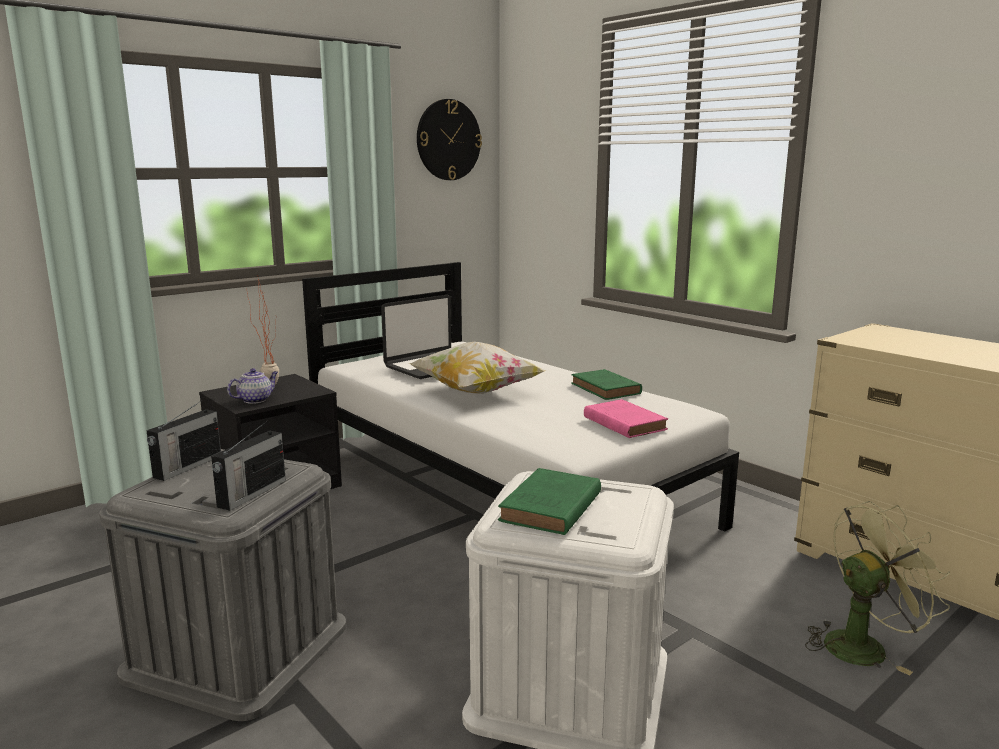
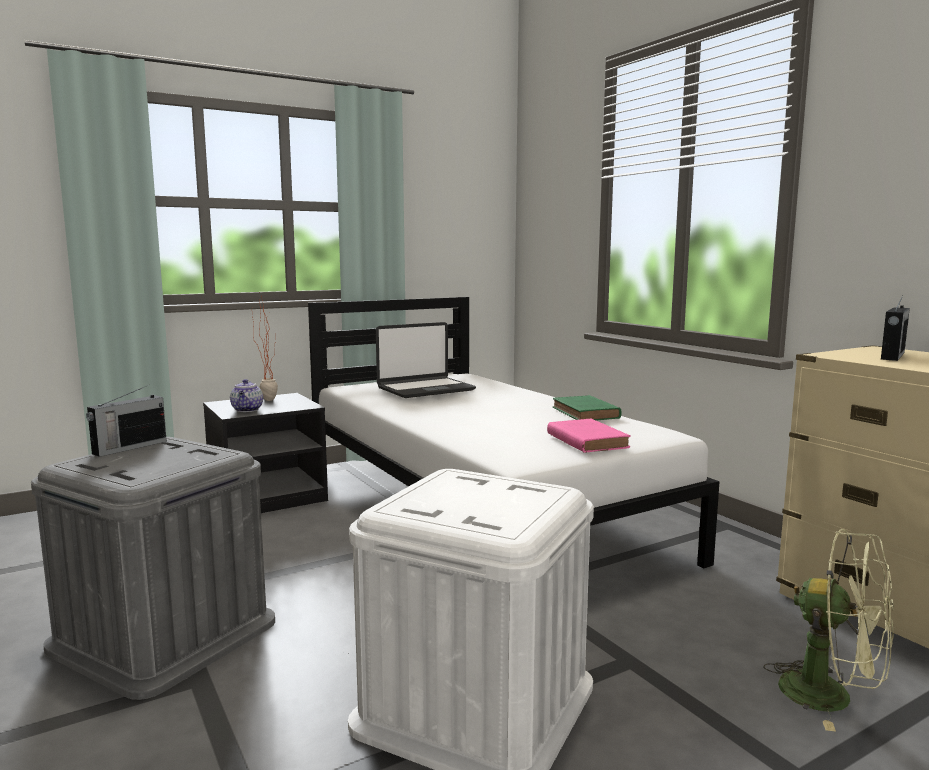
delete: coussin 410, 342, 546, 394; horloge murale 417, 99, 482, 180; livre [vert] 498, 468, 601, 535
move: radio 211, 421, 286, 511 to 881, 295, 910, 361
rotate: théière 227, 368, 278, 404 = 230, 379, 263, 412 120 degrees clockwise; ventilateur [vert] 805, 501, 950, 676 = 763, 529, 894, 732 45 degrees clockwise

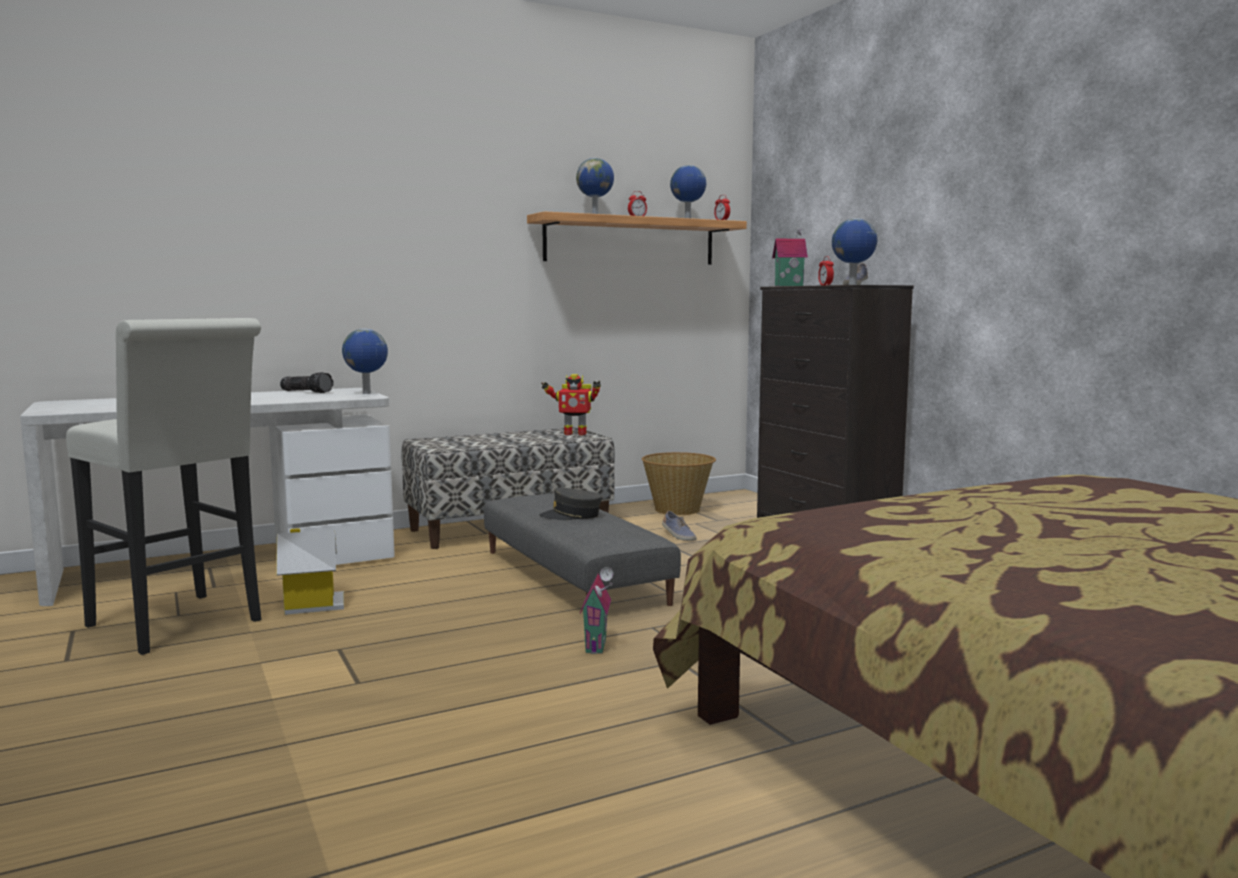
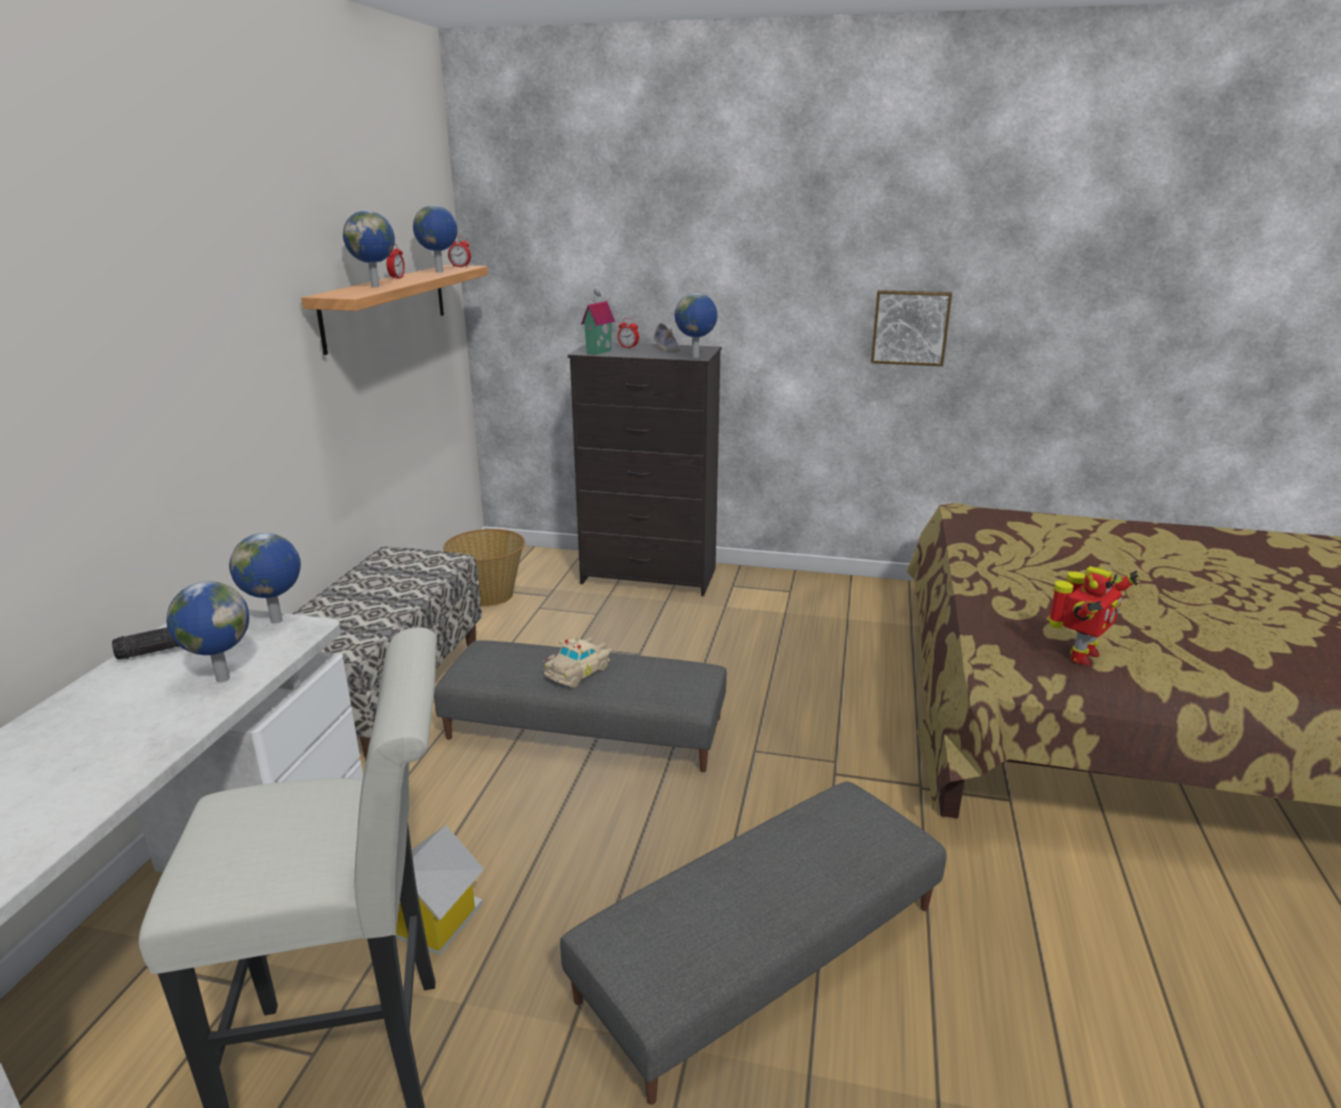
delete: maison miniature 580, 567, 613, 654; chaussure 662, 511, 697, 541
insert: globe 166, 581, 249, 683; pouf [gris] 560, 781, 947, 1105; tableau 871, 290, 952, 366
move: robot jouet 541, 374, 601, 435 to 1048, 566, 1138, 666
replace: casquette [gris] 539, 488, 603, 520 to petite voiture [beige] 543, 637, 612, 688

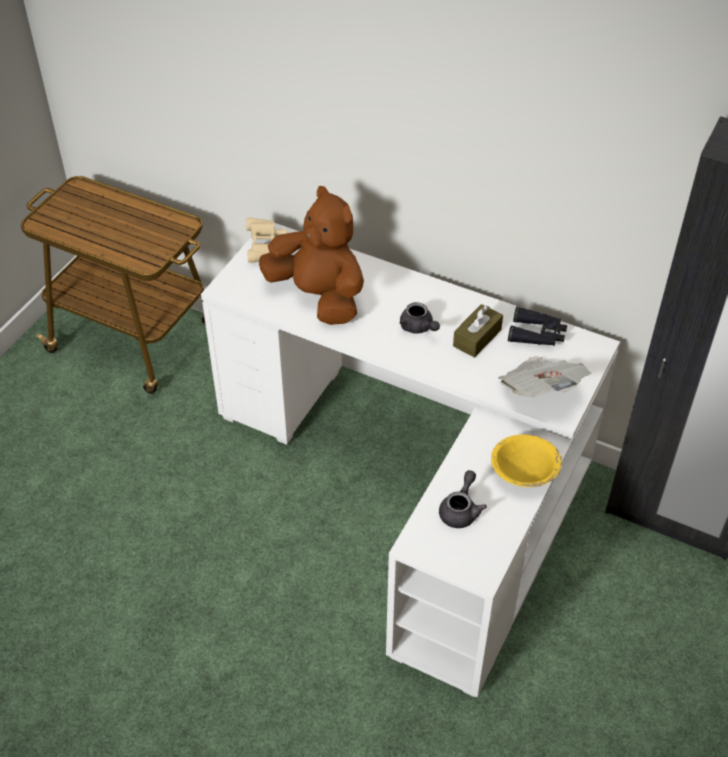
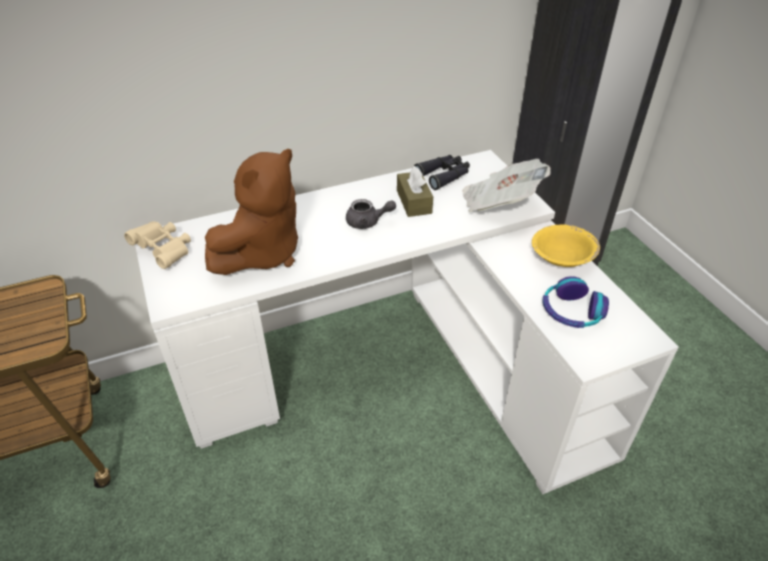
replace: théière [gris] 439, 470, 487, 528 to casque audio 542, 276, 609, 328
rotate: peluche [marron] 259, 186, 364, 325 = 205, 149, 298, 275 135 degrees clockwise

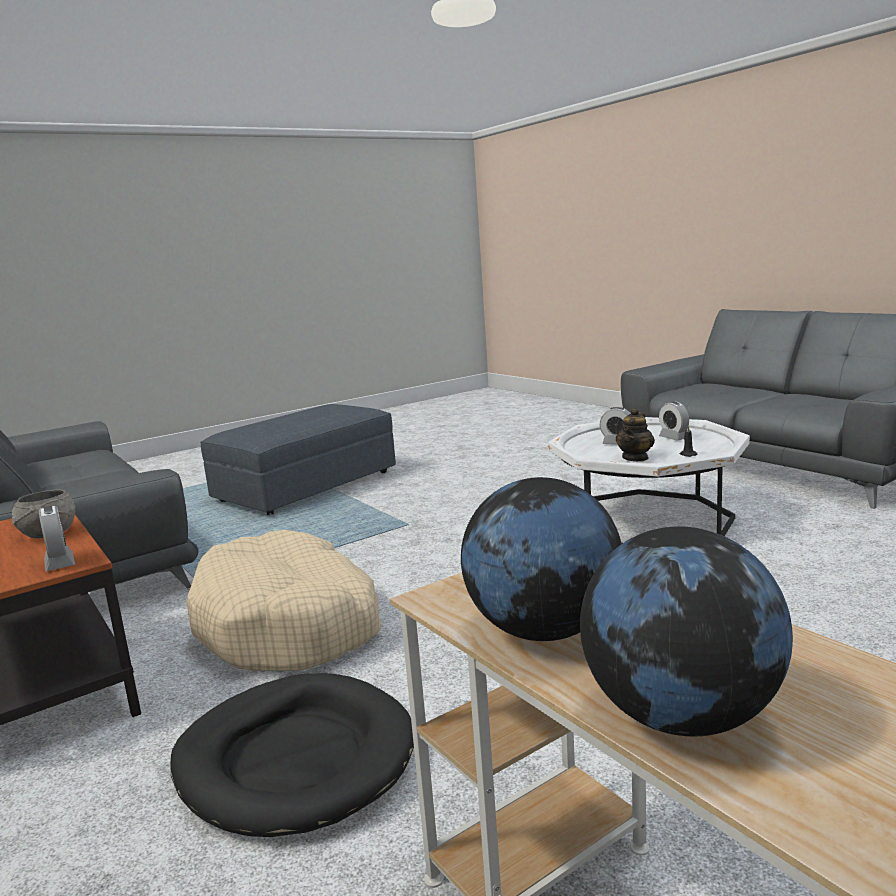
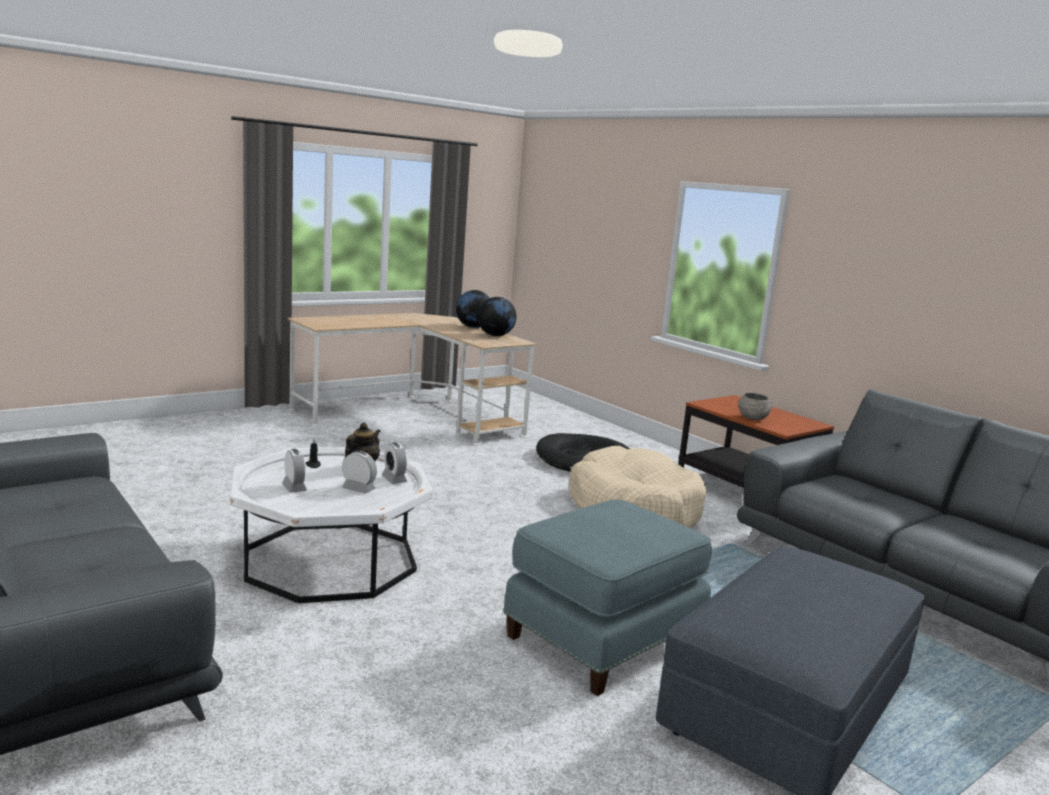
insert: pouf [bleu] 503, 499, 712, 696
move: réveil 39, 506, 75, 571 to 382, 442, 408, 484

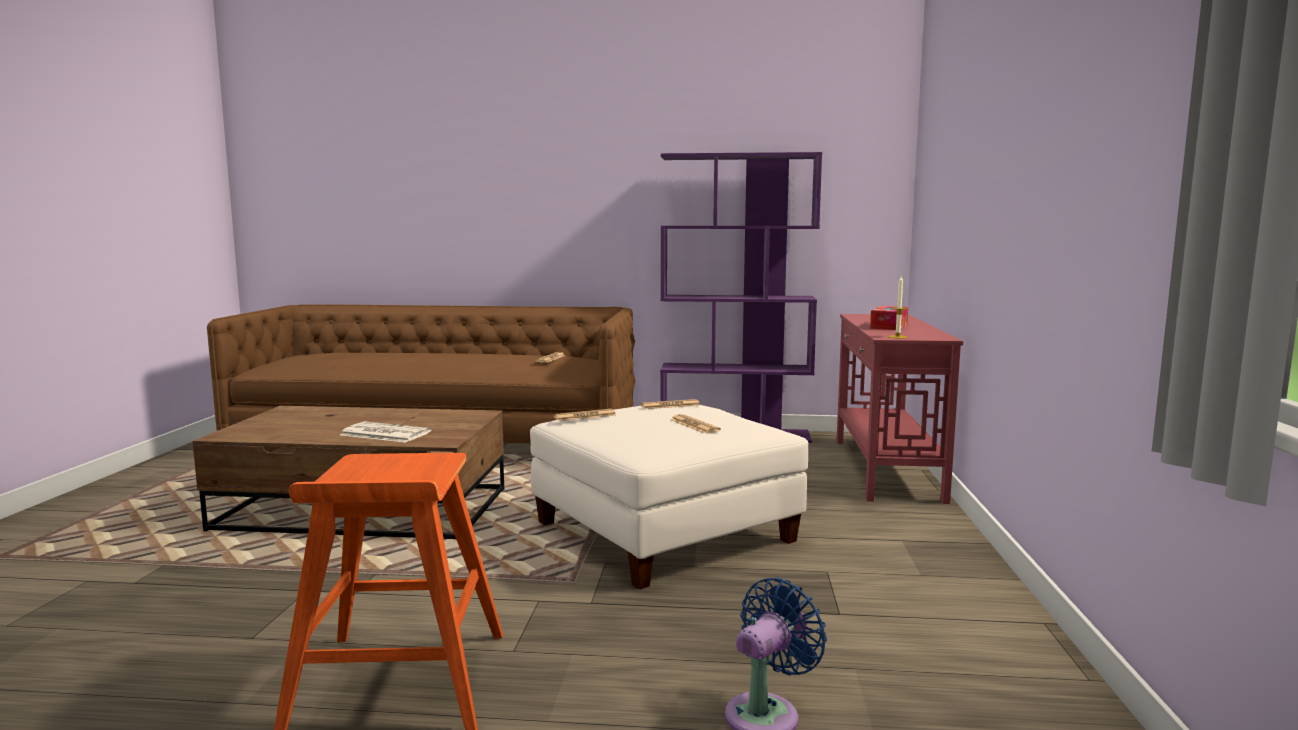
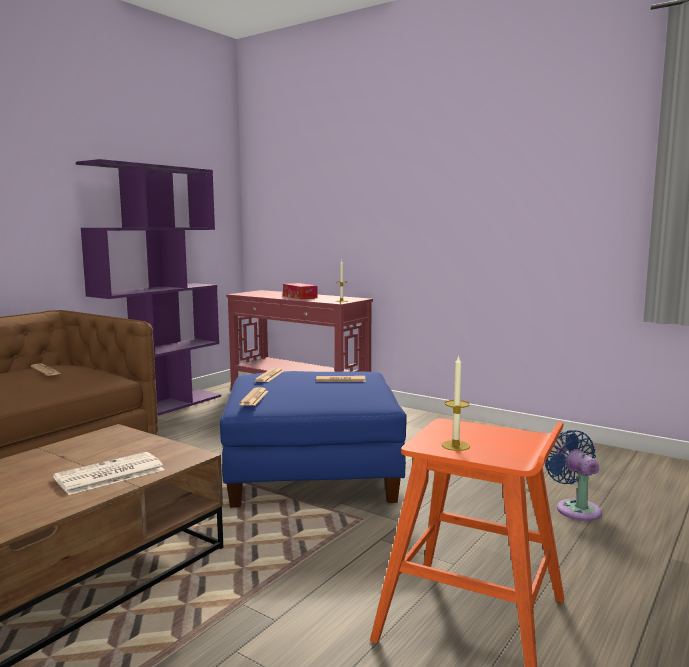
insert: bougie 442, 355, 470, 451
recolor: pouf [blanc] 530, 405, 808, 589 to pouf [bleu] 220, 371, 407, 508

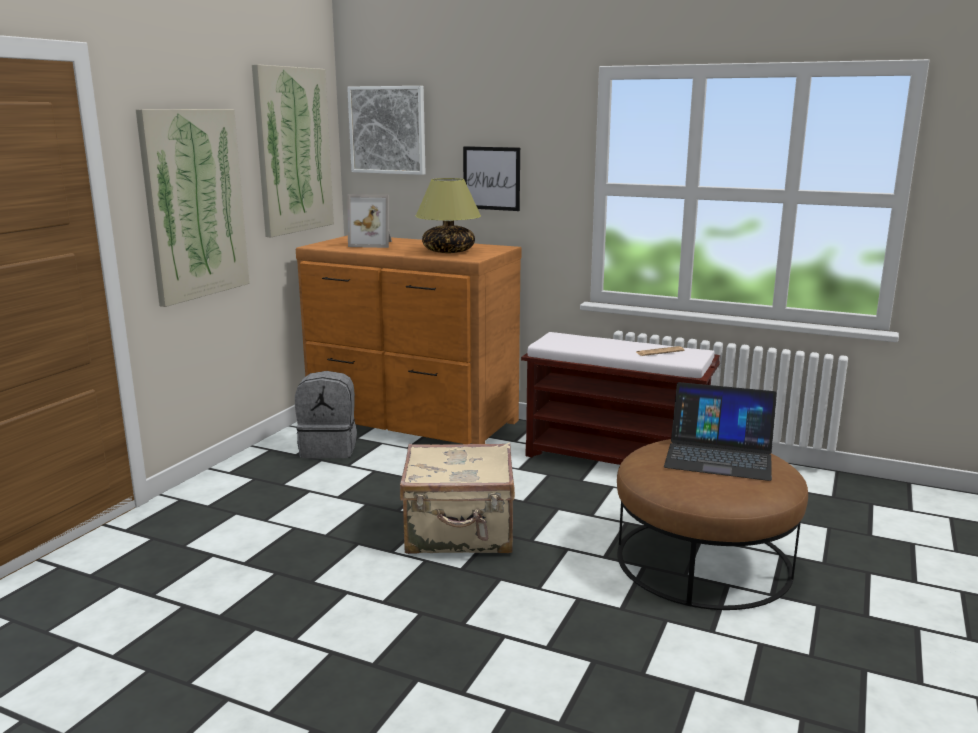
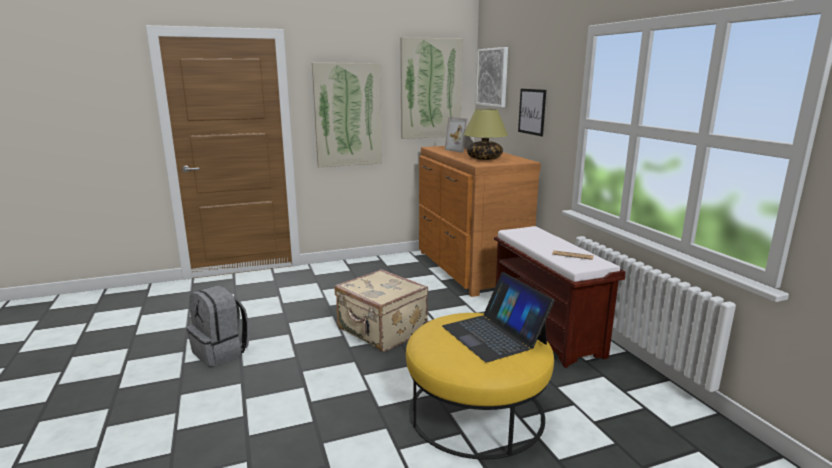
move: sac à dos [gris] 295, 371, 357, 458 to 187, 285, 249, 367
recolor: pouf [marron] 617, 439, 808, 610 to pouf [jaune] 406, 313, 554, 460

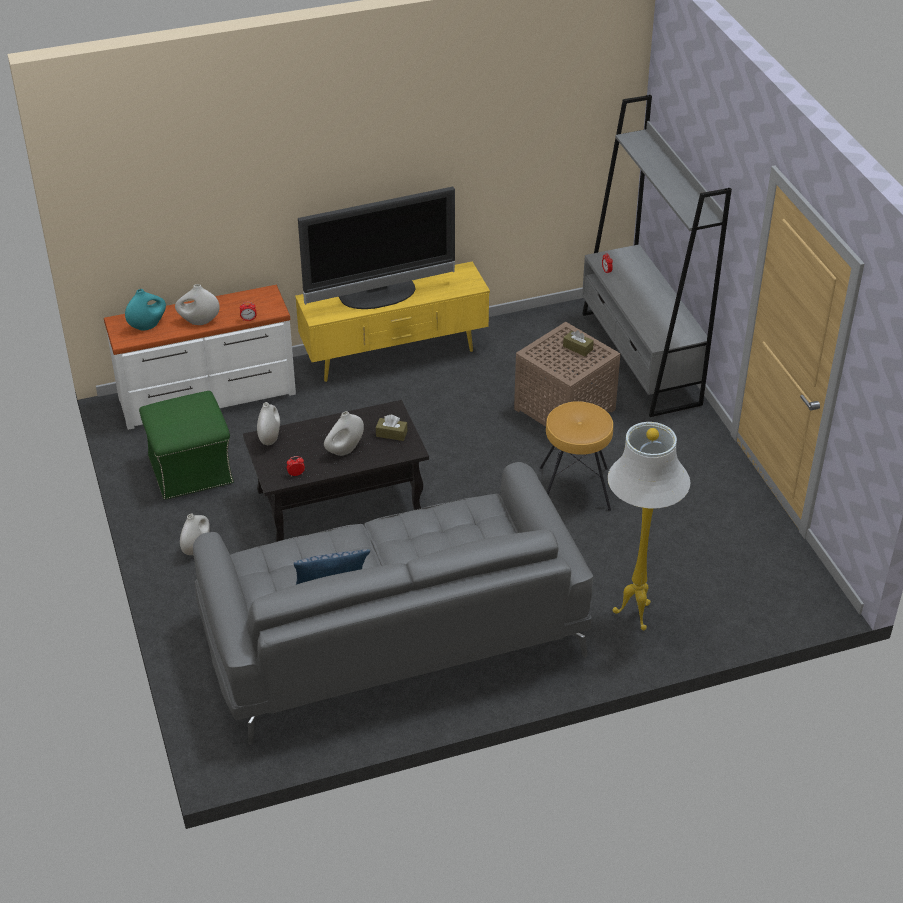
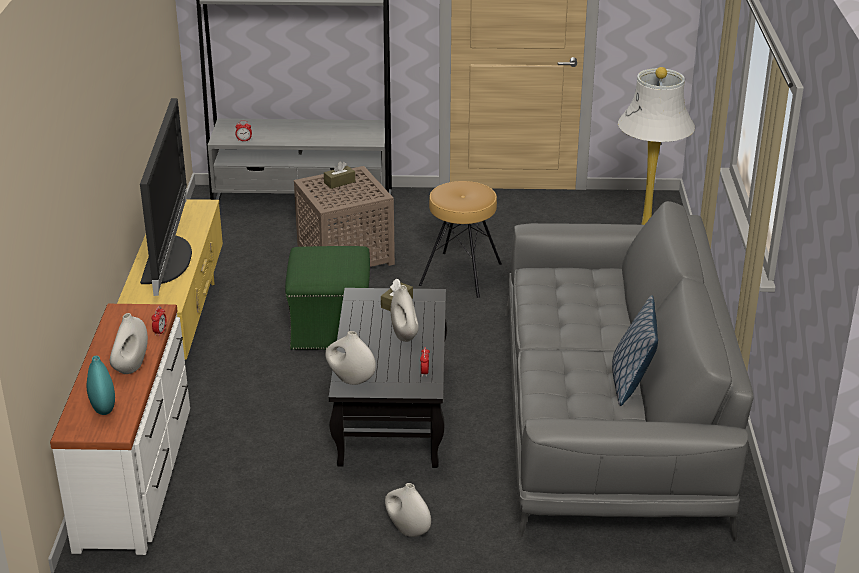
move: pouf [vert] 139, 391, 234, 500 to 285, 246, 370, 350

